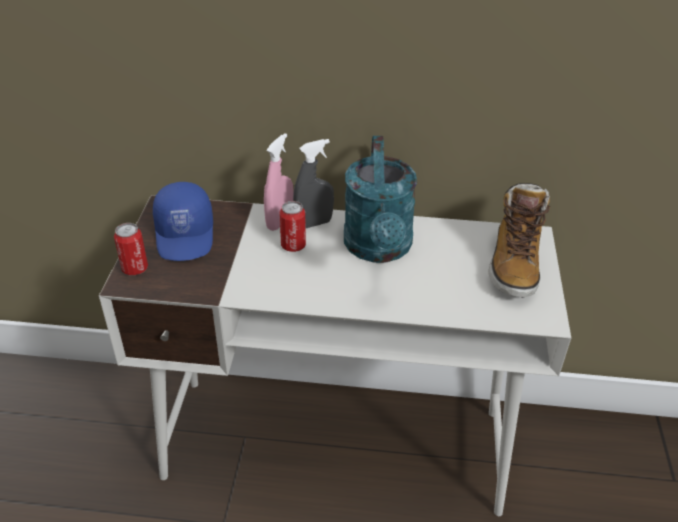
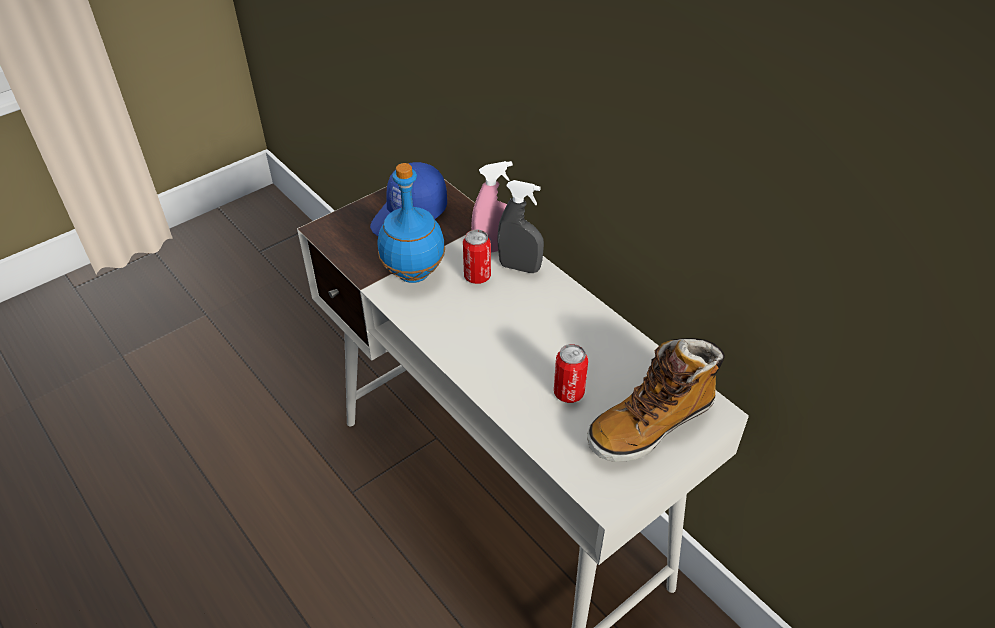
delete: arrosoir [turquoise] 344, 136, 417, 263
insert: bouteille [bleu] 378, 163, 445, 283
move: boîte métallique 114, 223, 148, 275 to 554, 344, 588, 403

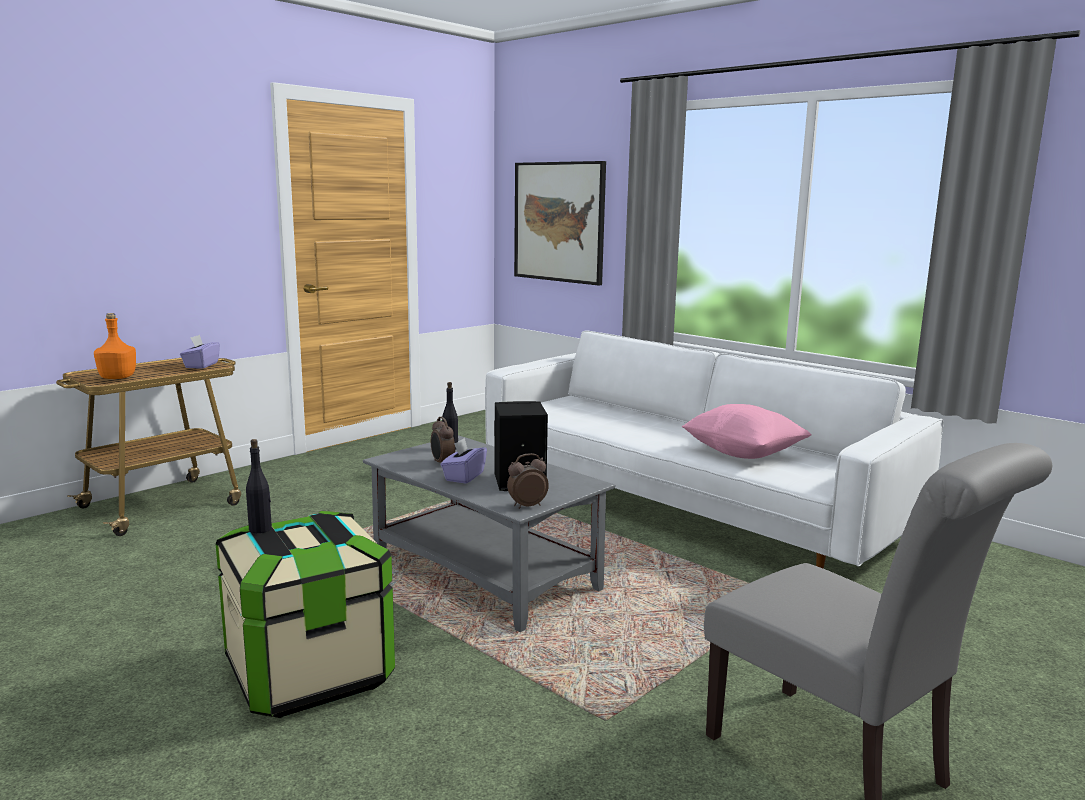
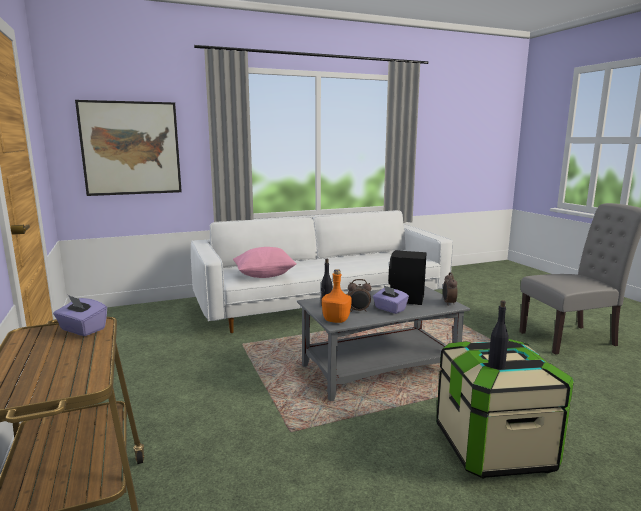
move: bouteille [orange] 94, 313, 136, 379 to 322, 269, 352, 323; coussin [rose] 682, 404, 812, 459 to 233, 247, 297, 278

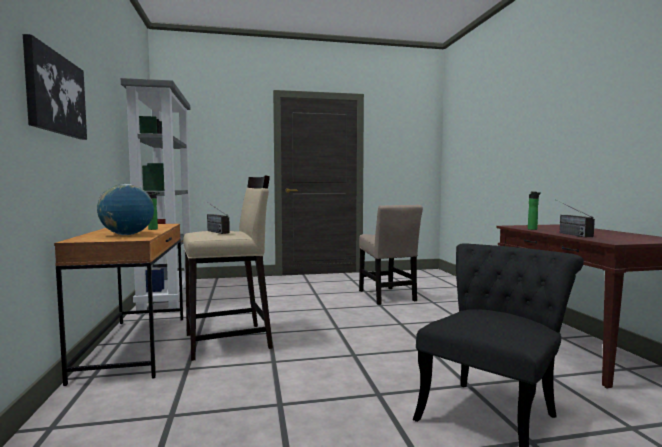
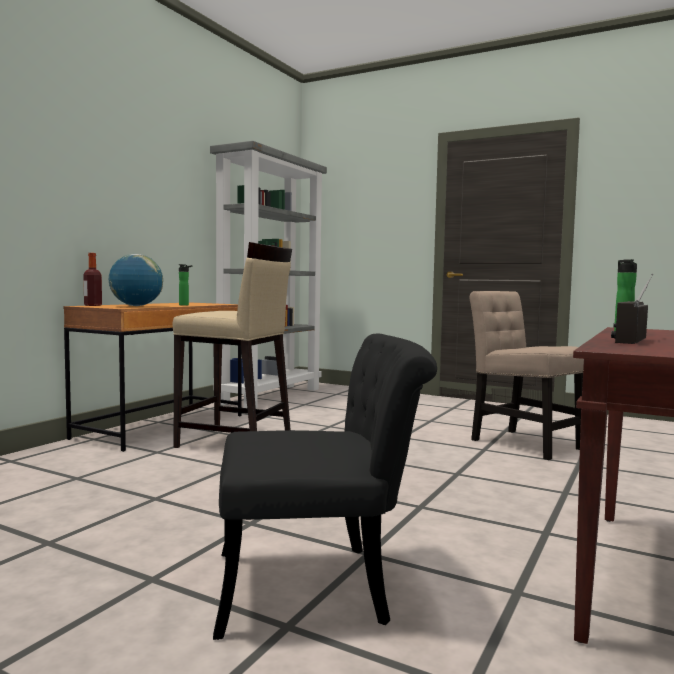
delete: tableau 23, 34, 87, 140; radio 207, 202, 230, 234
insert: bouteille 83, 253, 102, 306
rotate: chaise [beige] 359, 205, 423, 305 = 469, 291, 584, 460 120 degrees clockwise

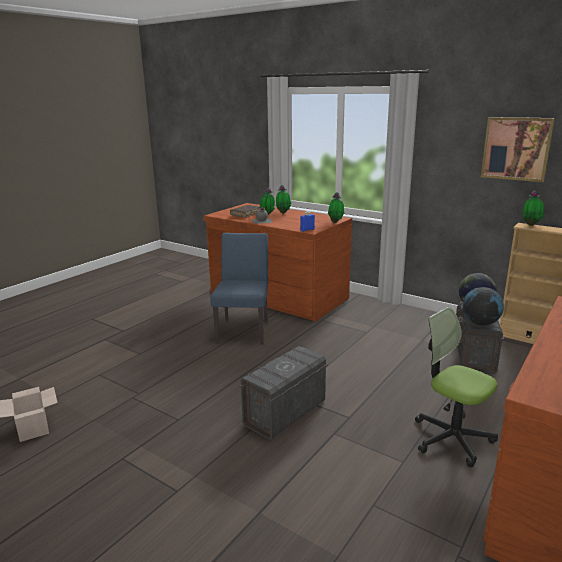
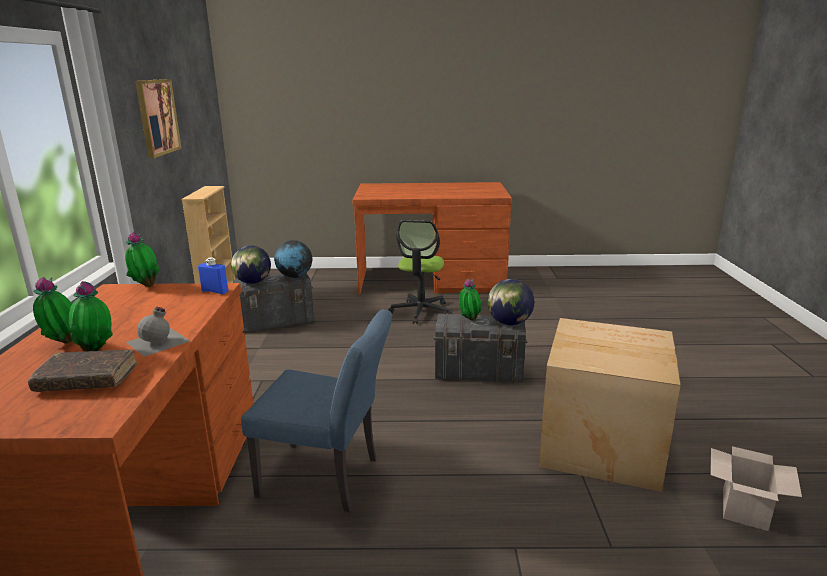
insert: globe 488, 279, 534, 325; carton 539, 318, 681, 492
move: plante en pot 523, 190, 544, 226 to 459, 279, 482, 321
rotate: chaise [bleu] 211, 233, 268, 344 = 241, 309, 392, 513 135 degrees counterclockwise

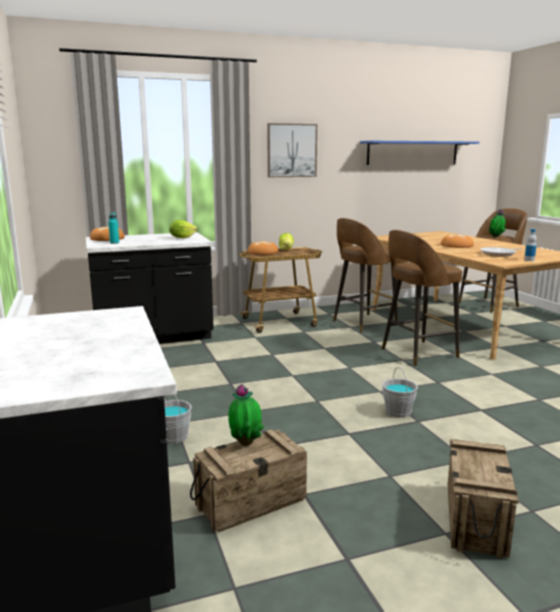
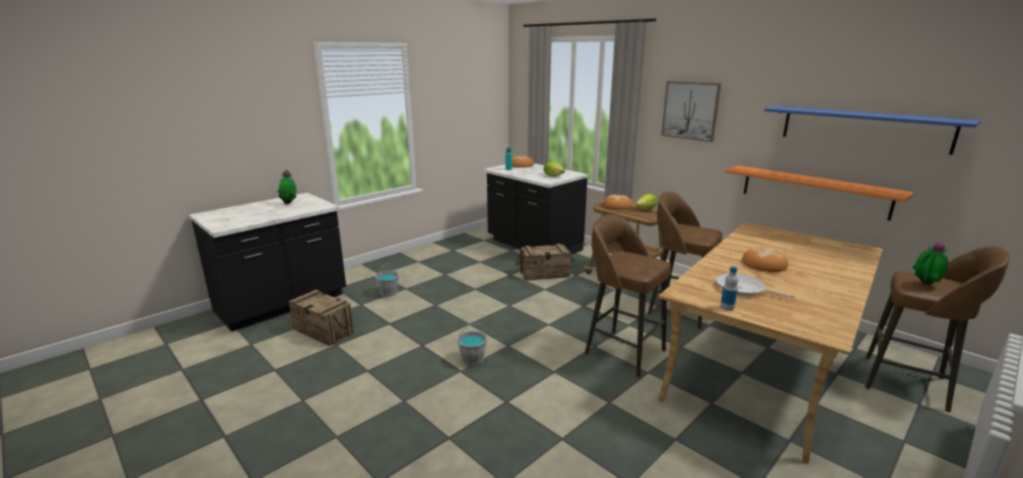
insert: étagère [orange] 725, 165, 914, 221
move: plante en pot 228, 384, 264, 446 to 278, 170, 296, 204; caisse 448, 439, 519, 559 to 516, 243, 573, 281

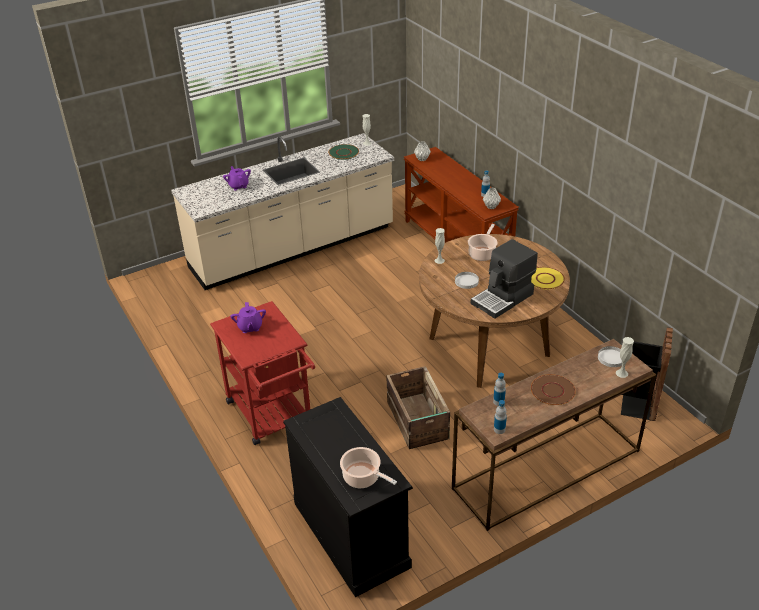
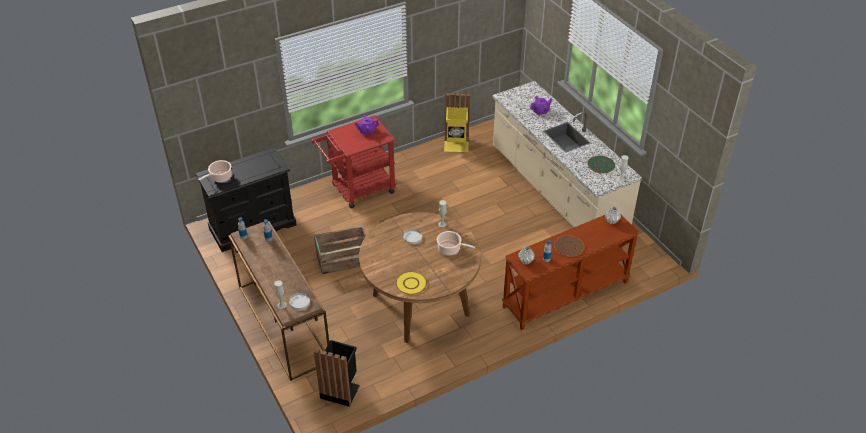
delete: machine à café 470, 239, 538, 319
insert: poubelle [jaune] 444, 93, 470, 152
move: assiette [marron] 531, 374, 576, 405 to 554, 235, 584, 257

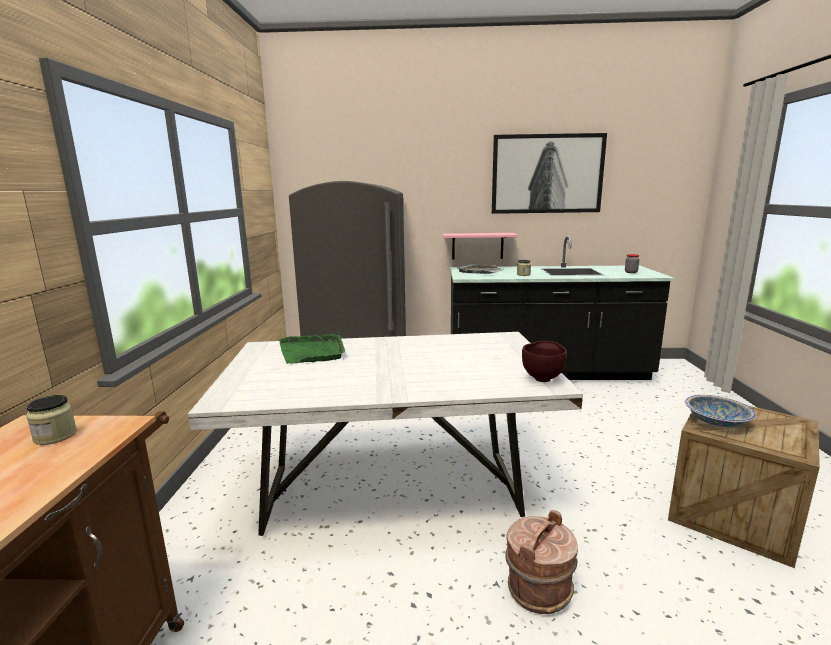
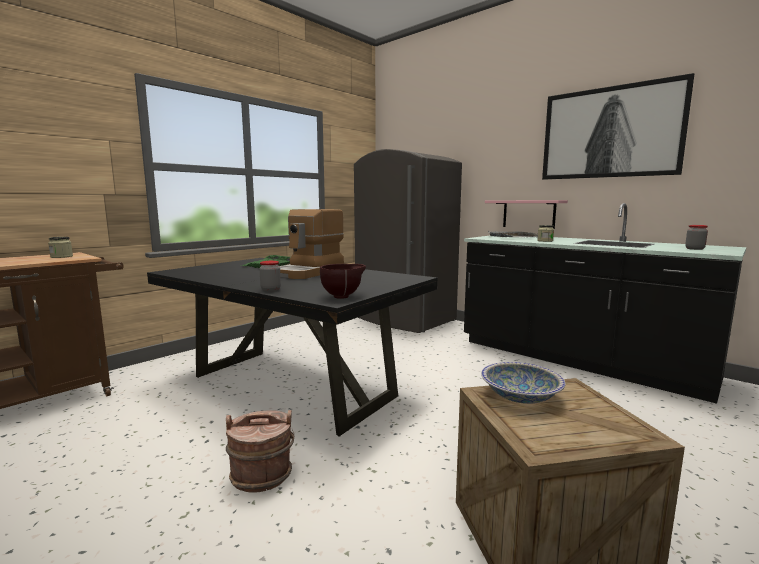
insert: bocal 260, 261, 281, 292; machine à café 279, 209, 344, 279
recolor: table à manger [blanc] 188, 332, 583, 536 to table à manger [noir] 147, 258, 438, 437

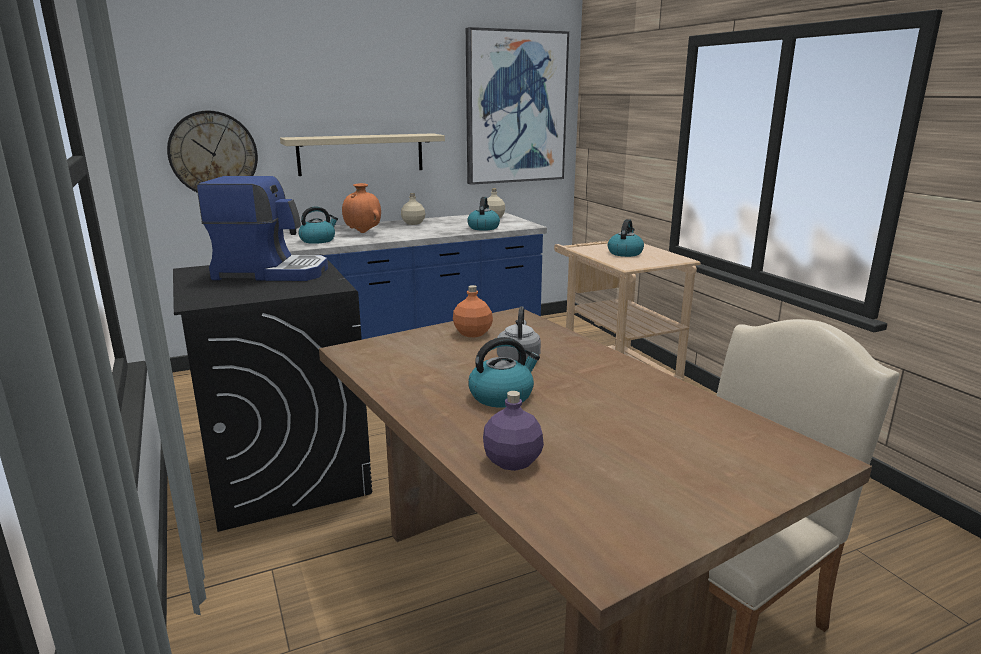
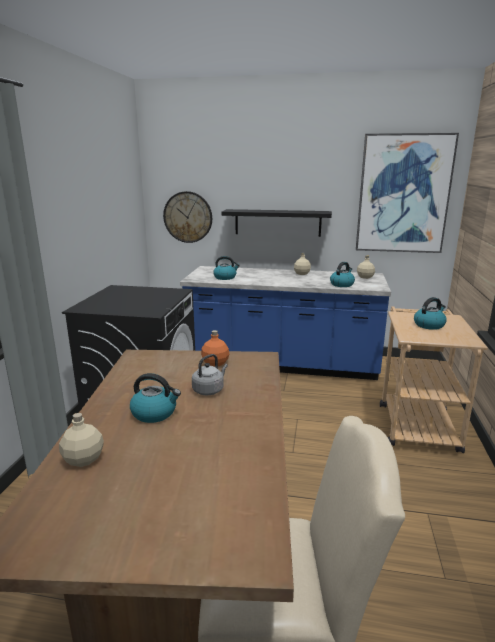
delete: machine à café 197, 176, 328, 281; vase [orange] 342, 183, 381, 233
recolor: étagère [beige] 280, 133, 445, 176 to étagère [noir] 221, 209, 332, 237; bouteille [violet] 483, 391, 544, 471 to bouteille [beige] 59, 413, 104, 467

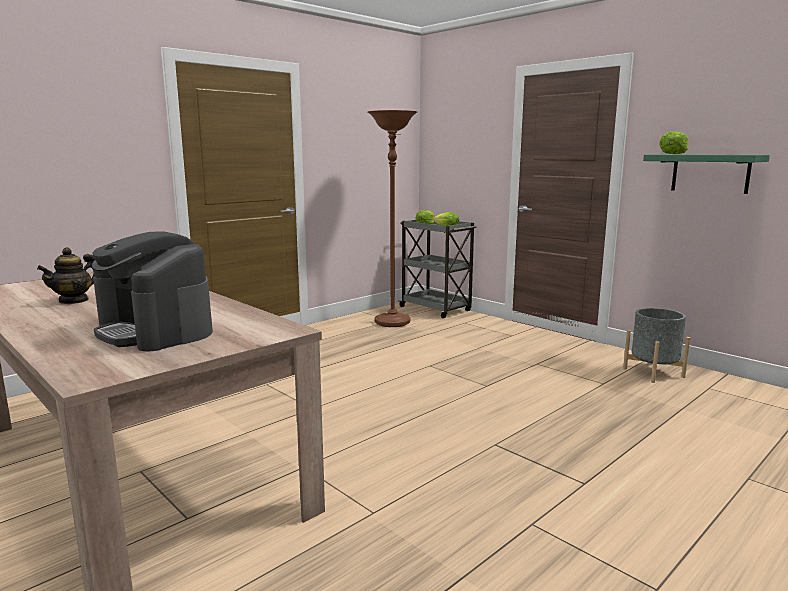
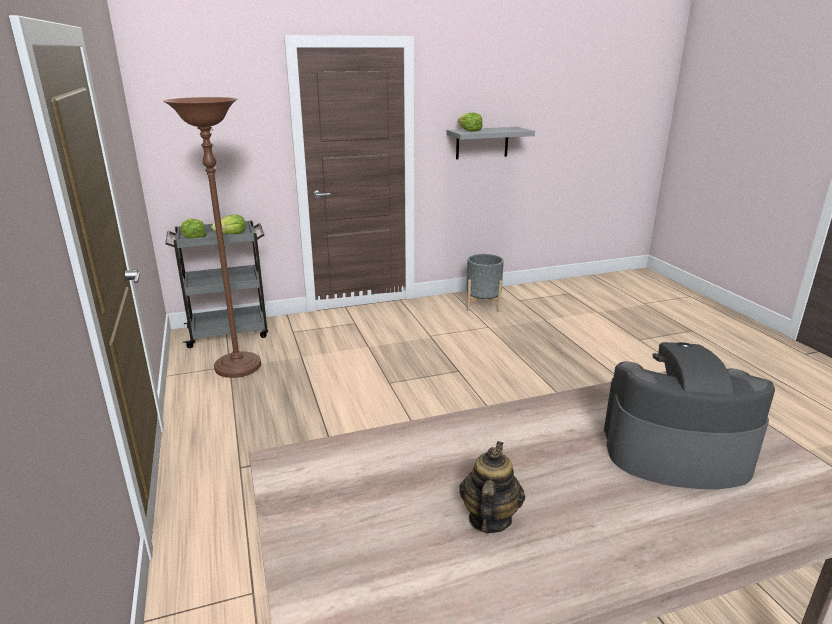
recolor: étagère [vert] 643, 154, 770, 194 to étagère [gris] 447, 127, 535, 159
rotate: théière 37, 247, 95, 304 = 459, 441, 525, 533 135 degrees counterclockwise; machine à café 92, 231, 213, 352 = 604, 342, 775, 489 150 degrees counterclockwise

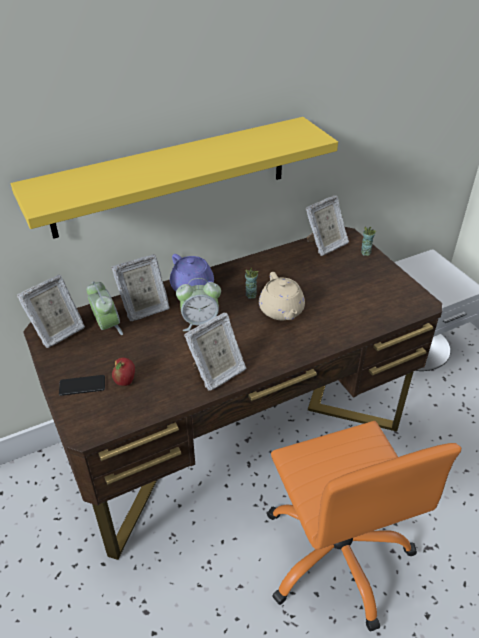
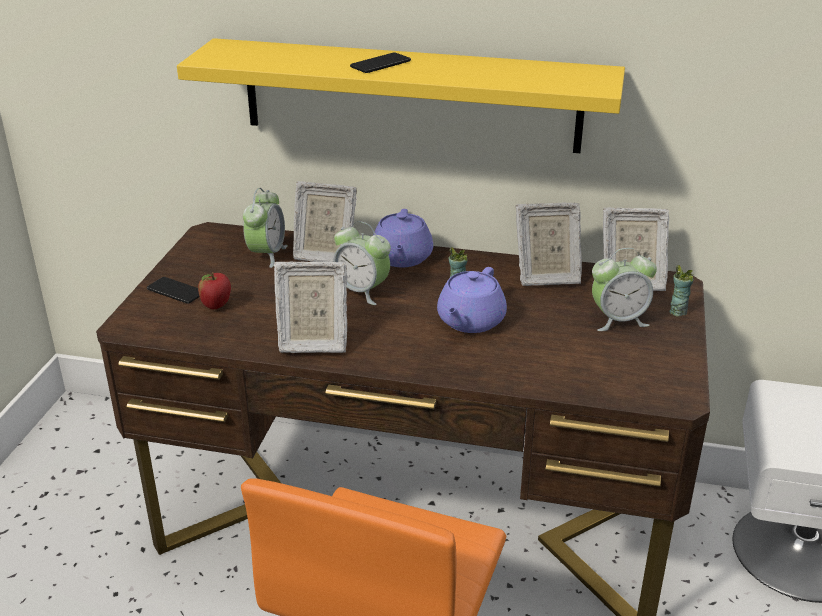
insert: téléphone 350, 53, 411, 73; réveil 592, 248, 657, 331
move: cadre photo 17, 275, 85, 348 to 515, 203, 582, 286
recolor: théière [beige] 259, 272, 305, 320 to théière [violet] 437, 267, 507, 333

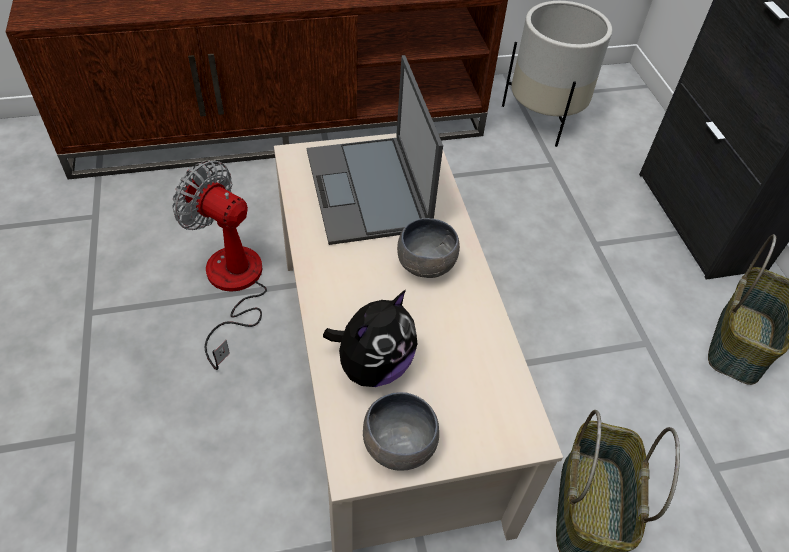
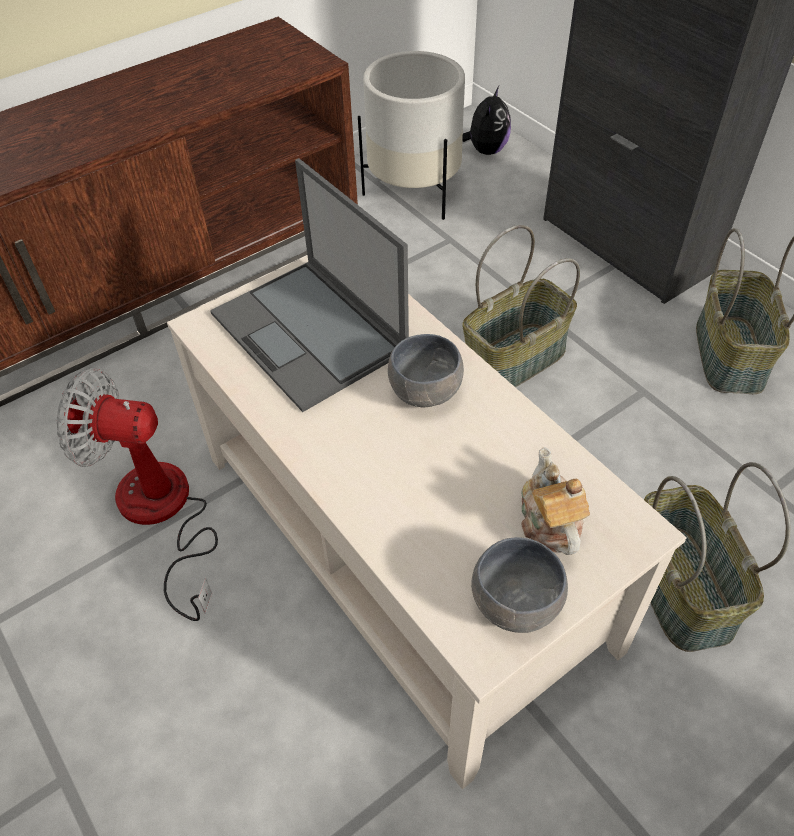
insert: panier 462, 225, 580, 387; théière 521, 447, 590, 555
move: peluche 323, 290, 418, 387 to 462, 86, 511, 155

